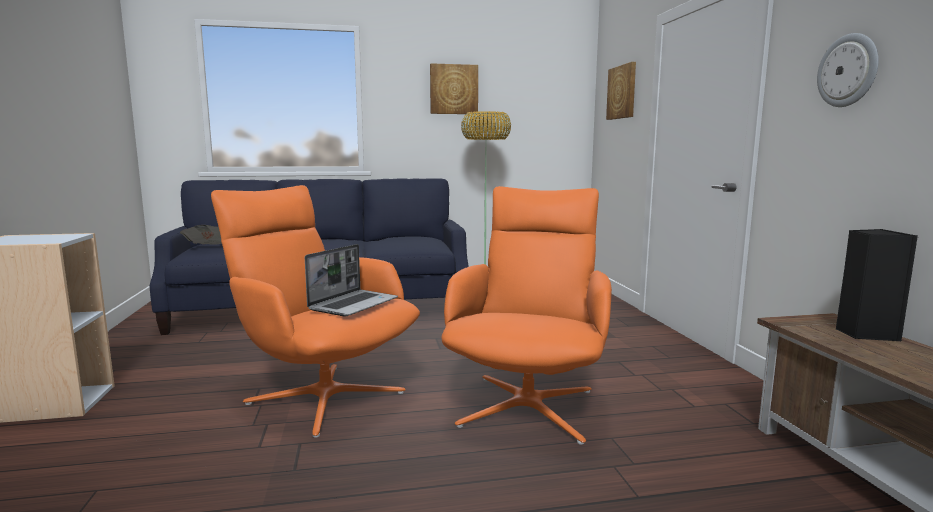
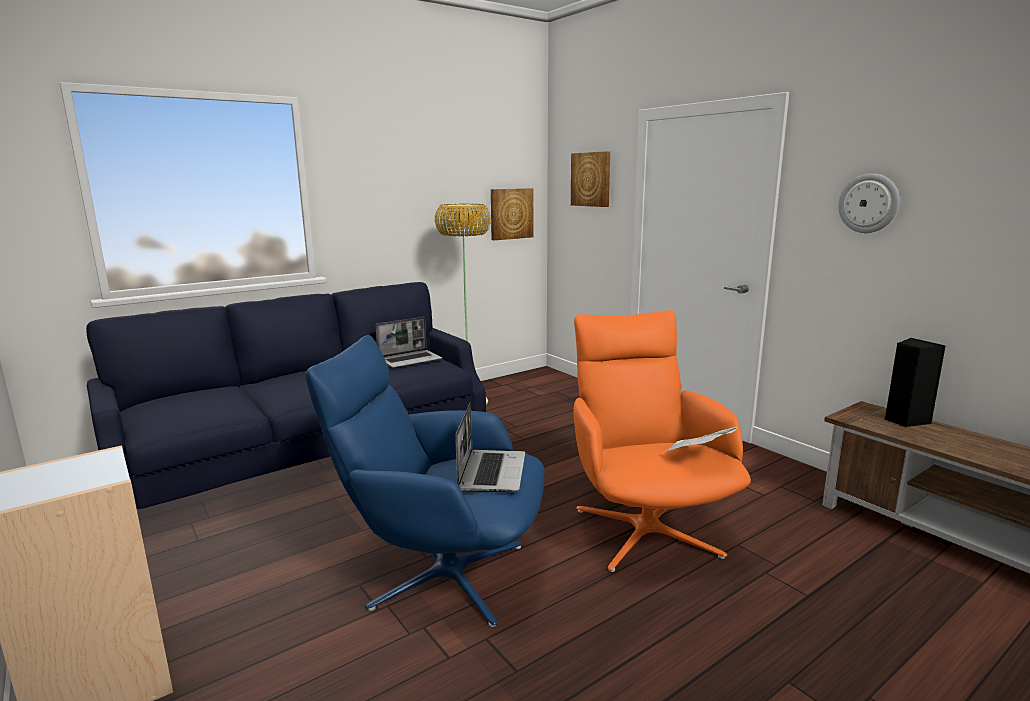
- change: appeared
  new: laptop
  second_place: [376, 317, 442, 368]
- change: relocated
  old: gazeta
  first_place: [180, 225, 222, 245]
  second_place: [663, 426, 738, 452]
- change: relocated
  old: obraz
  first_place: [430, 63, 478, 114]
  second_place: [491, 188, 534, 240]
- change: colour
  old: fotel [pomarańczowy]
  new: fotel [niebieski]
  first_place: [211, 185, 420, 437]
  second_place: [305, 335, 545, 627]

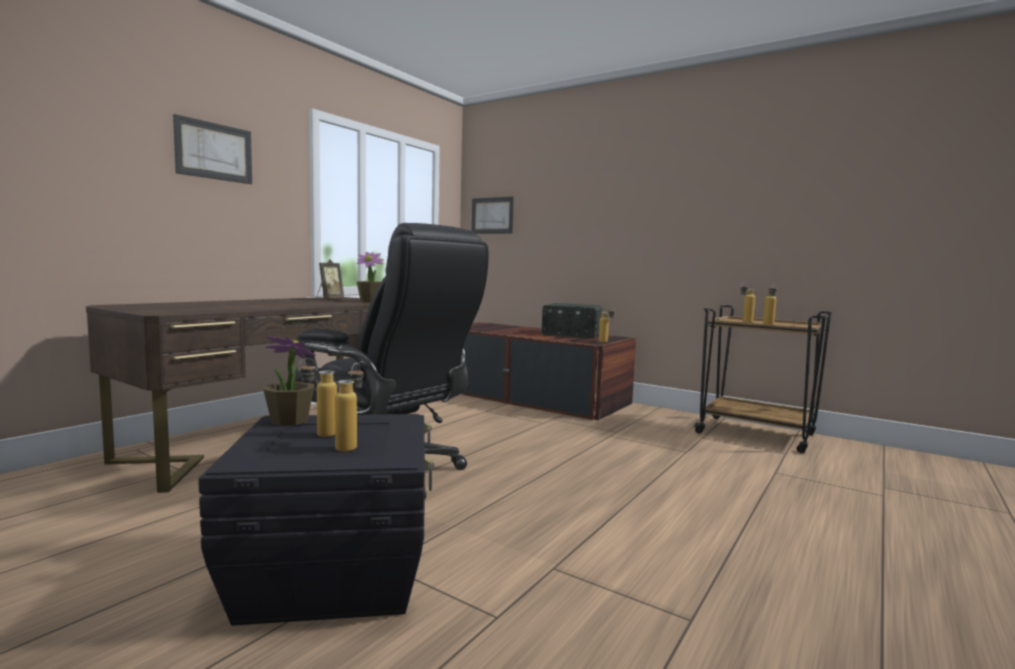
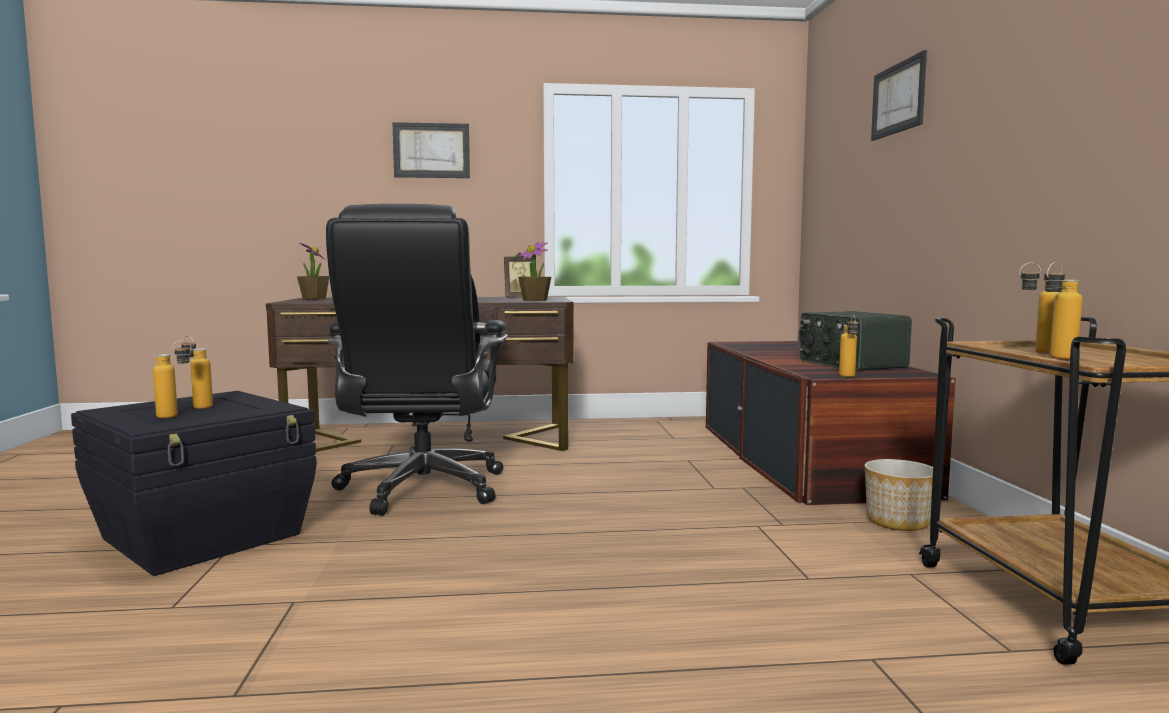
- change: appeared
  new: donica
  second_place: [865, 459, 933, 531]
- change: relocated
  old: roślina doniczkowa
  first_place: [263, 337, 315, 426]
  second_place: [297, 242, 329, 299]
- change: relocated
  old: obraz
  first_place: [472, 197, 514, 234]
  second_place: [871, 50, 927, 141]

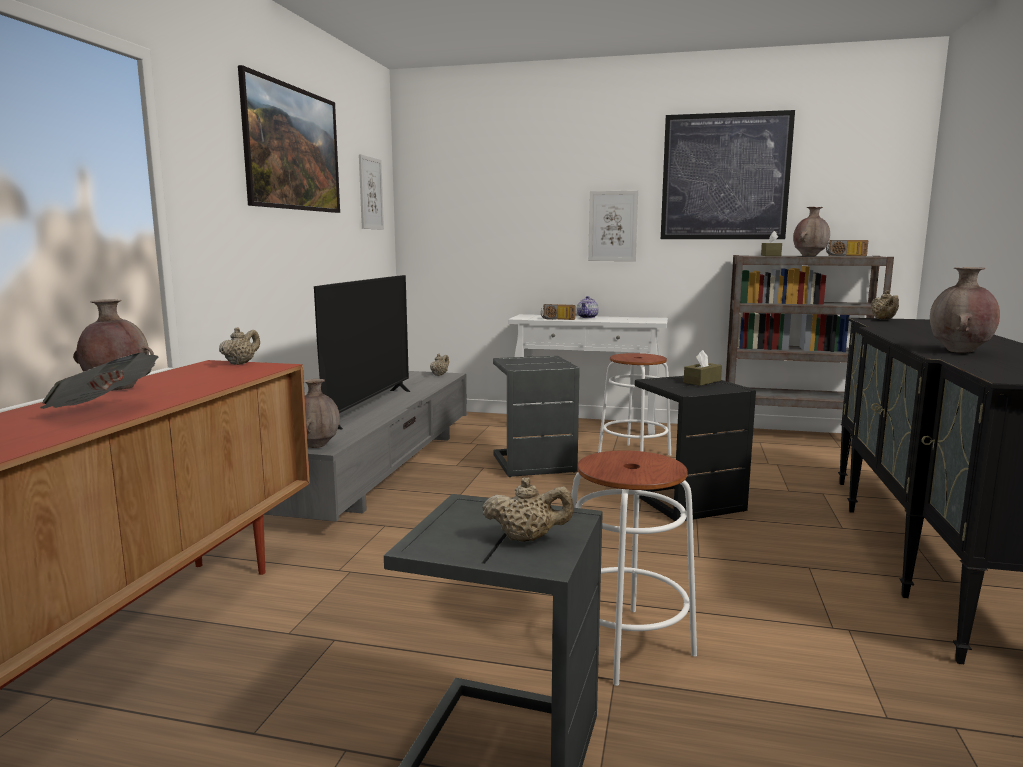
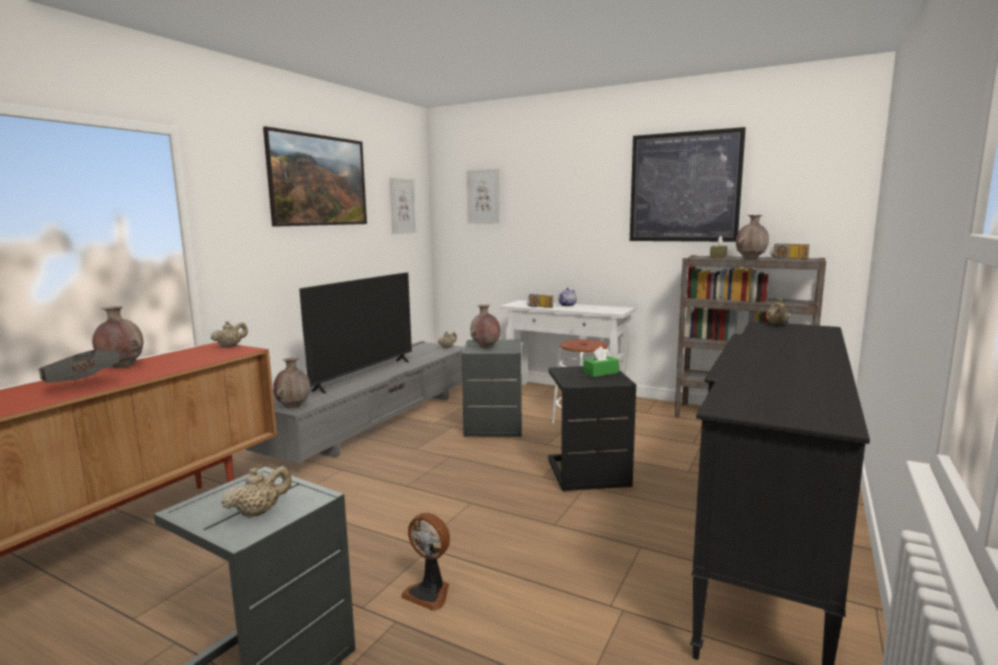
- change: relocated
  old: obraz
  first_place: [588, 190, 638, 261]
  second_place: [466, 168, 500, 224]
- change: relocated
  old: wazon [brązowy]
  first_place: [930, 267, 1000, 353]
  second_place: [470, 305, 500, 348]
- change: exchanged
  old: stołek [biały]
  new: wentylator
  first_place: [572, 450, 697, 686]
  second_place: [401, 513, 450, 611]
- change: colour
  old: pudełko chusteczek [brązowy]
  new: pudełko chusteczek [zielony]
  first_place: [684, 350, 722, 386]
  second_place: [583, 346, 619, 377]
- change: spun
  old: imbryk [beżowy]
  first_place: [482, 477, 574, 542]
  second_place: [221, 466, 292, 518]
  degrees: -60

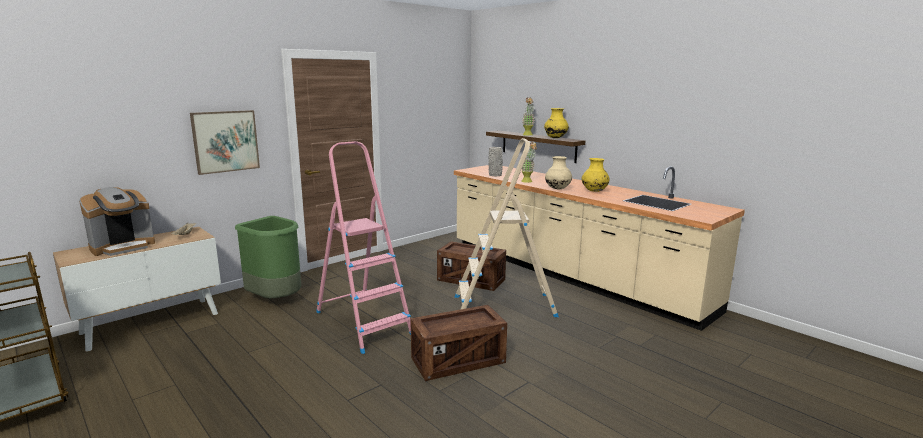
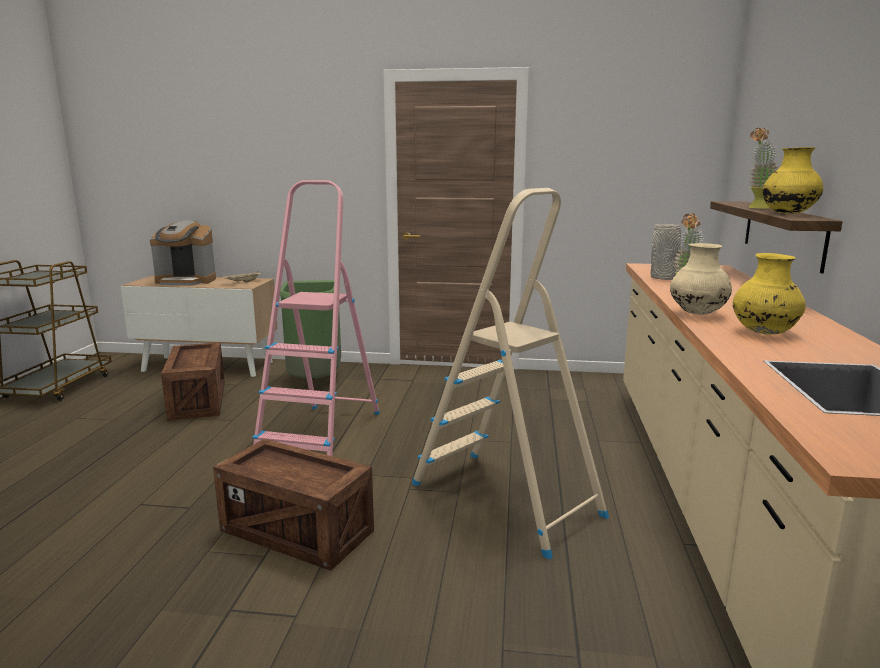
- change: missing
  old: obraz
  first_place: [190, 110, 260, 175]
- change: relocated
  old: skrzynka
  first_place: [437, 241, 506, 291]
  second_place: [161, 343, 224, 421]

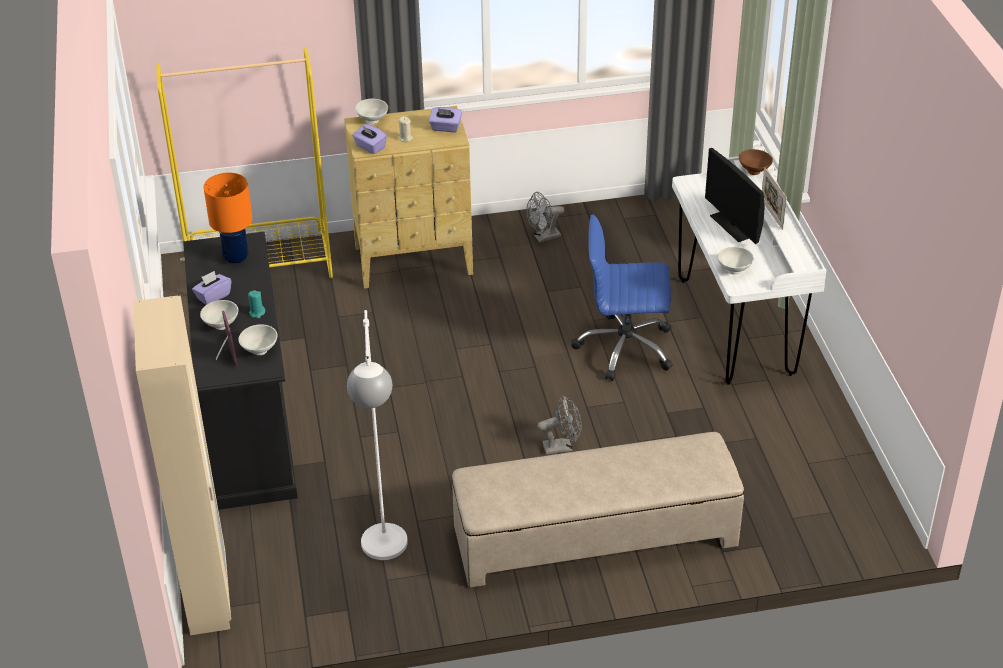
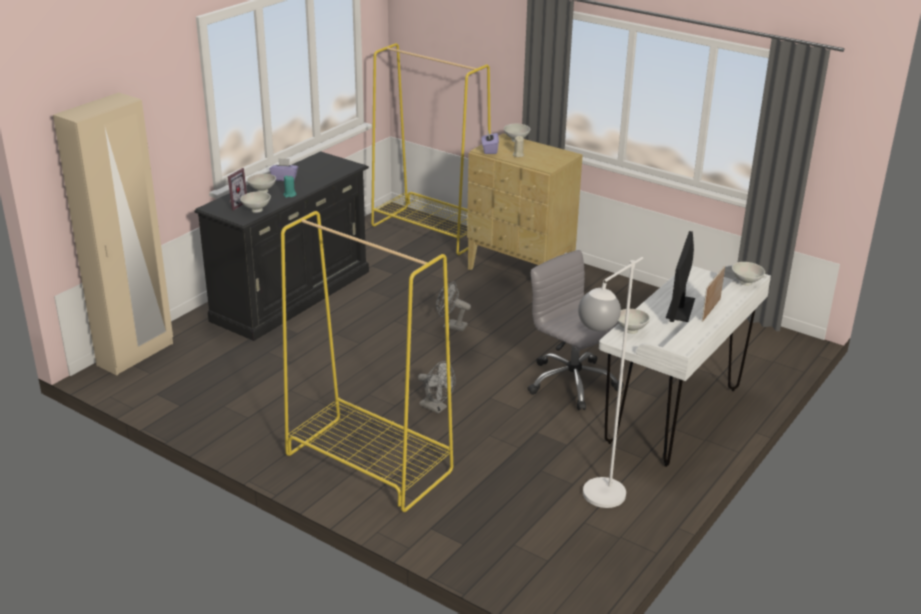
- change: missing
  old: lampa stołowa [pomarańczowy]
  first_place: [203, 173, 253, 263]
- change: missing
  old: pudełko chusteczek [fioletowy]
  first_place: [429, 107, 463, 132]
- change: relocated
  old: lampa stojąca [biały]
  first_place: [347, 310, 408, 560]
  second_place: [578, 257, 643, 508]
- change: relocated
  old: wentylator [szary]
  first_place: [527, 192, 564, 243]
  second_place: [436, 281, 471, 331]
- change: exchanged
  old: ławka [beżowy]
  new: wieszak [żółty]
  first_place: [452, 432, 744, 588]
  second_place: [281, 211, 453, 512]
- change: colour
  old: krzesło biurowe [niebieski]
  new: krzesło biurowe [szary]
  first_place: [571, 214, 673, 381]
  second_place: [527, 250, 624, 410]
- change: colour
  old: miska [brązowy]
  new: miska [biały]
  first_place: [739, 149, 773, 175]
  second_place: [732, 262, 765, 286]

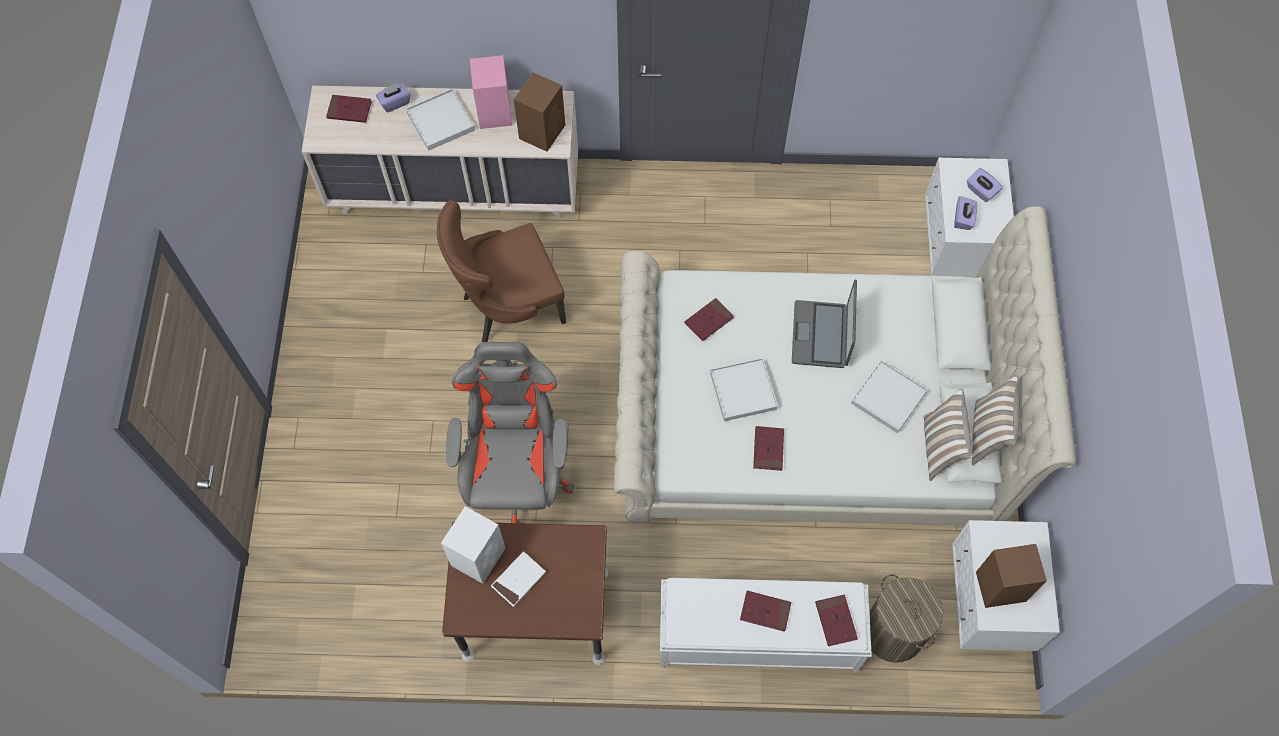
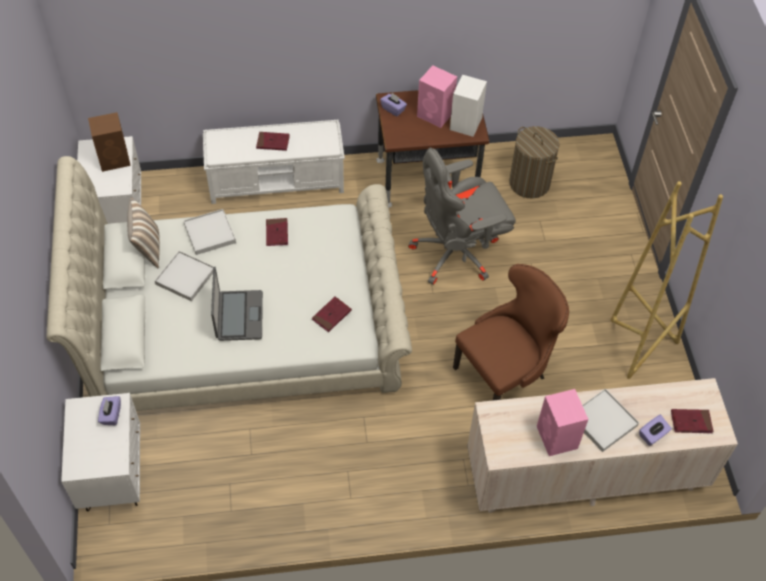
- change: missing
  old: głośnik [brązowy]
  first_place: [514, 72, 565, 152]
- change: missing
  old: książka [czerwony]
  first_place: [815, 595, 858, 646]
- change: missing
  old: poduszka
  first_place: [972, 376, 1020, 465]
- change: appeared
  new: wieszak [żółty]
  second_place: [610, 181, 723, 379]
- change: relocated
  old: taca [biały]
  first_place: [710, 358, 778, 421]
  second_place: [183, 209, 236, 255]
- change: relocated
  old: kosz na pranie
  first_place: [869, 574, 943, 663]
  second_place: [509, 126, 560, 198]
- change: relocated
  old: pudełko chusteczek [fioletowy]
  first_place: [967, 168, 1003, 202]
  second_place: [380, 93, 407, 116]
- change: exchanged
  old: książka [biały]
  new: głośnik [różowy]
  first_place: [491, 551, 546, 607]
  second_place: [417, 65, 457, 128]
- change: spun
  old: krzesło biurowe [szary]
  first_place: [446, 342, 575, 523]
  second_place: [408, 148, 516, 285]
  degrees: 75

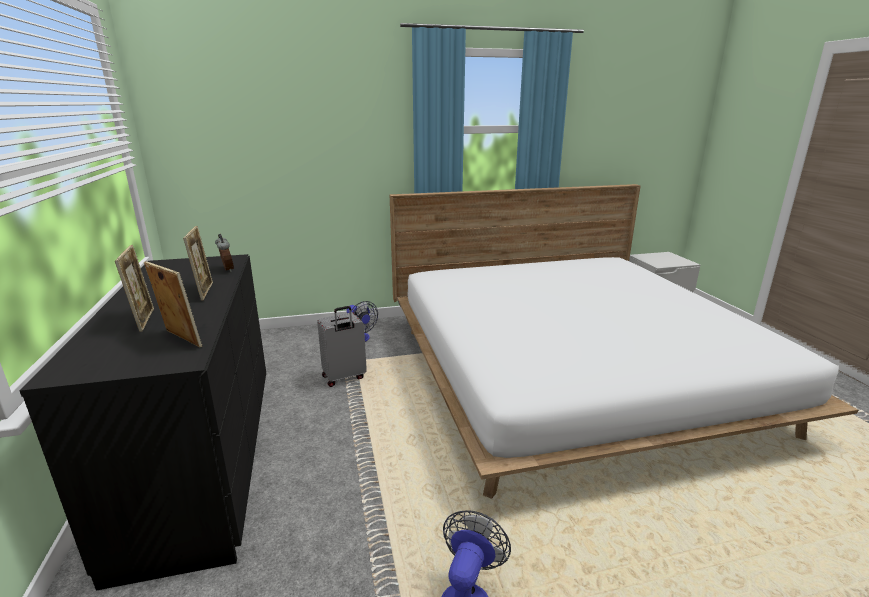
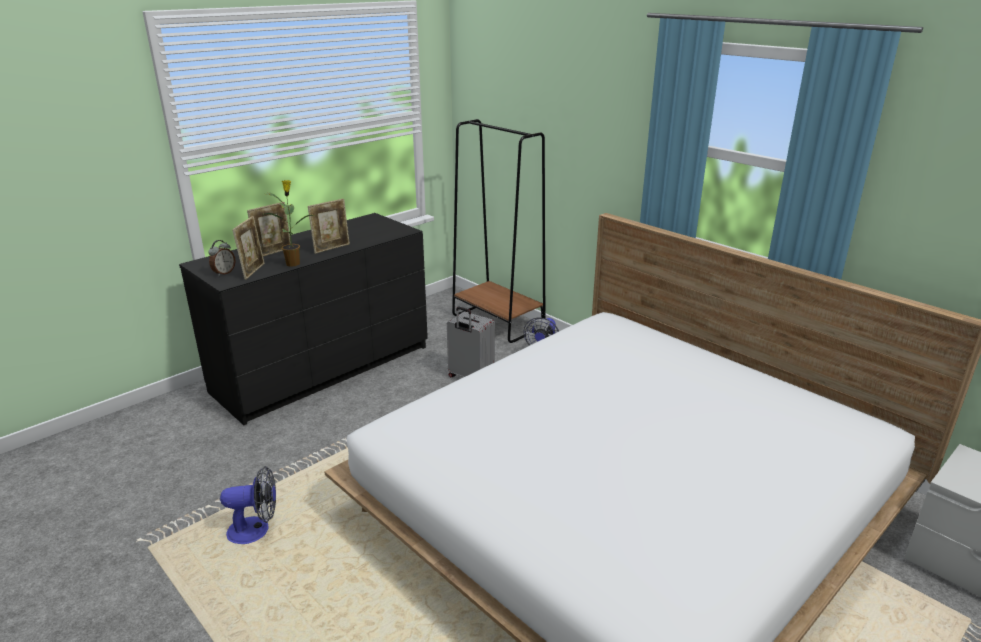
- change: appeared
  new: roślina doniczkowa
  second_place: [261, 180, 314, 267]
- change: appeared
  new: wieszak
  second_place: [452, 119, 545, 343]
- change: relocated
  old: budzik
  first_place: [215, 234, 234, 272]
  second_place: [208, 240, 236, 276]

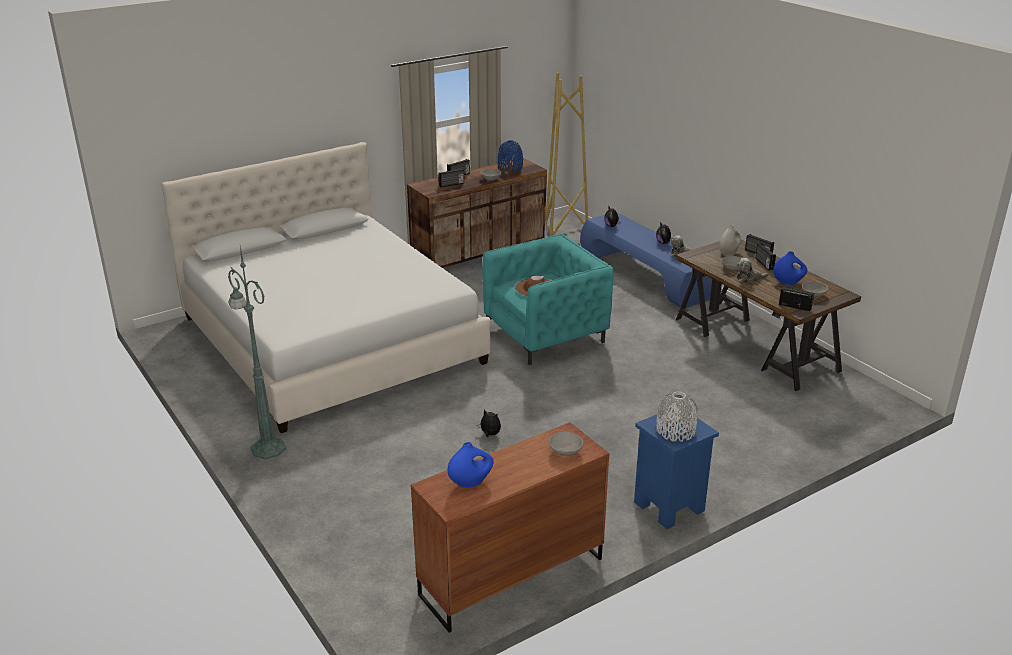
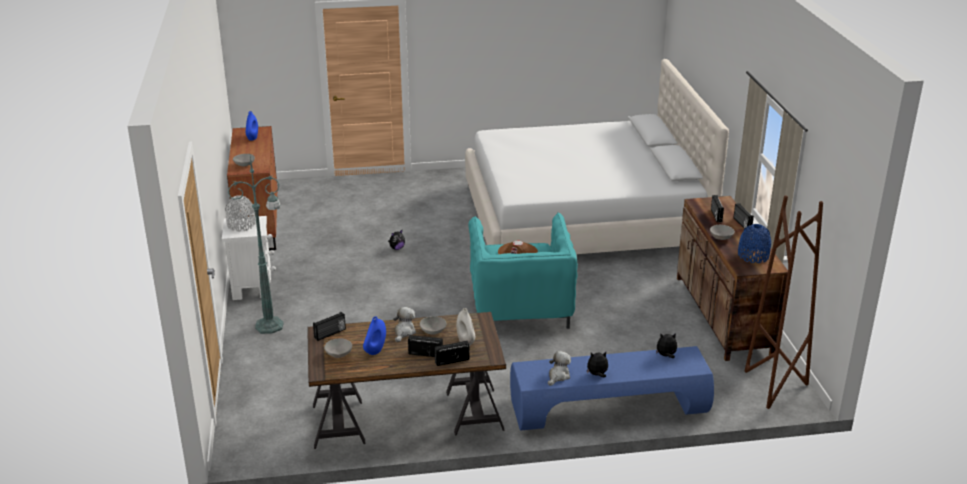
- change: relocated
  old: lampa stojąca [zielony]
  first_place: [228, 246, 286, 459]
  second_place: [228, 156, 284, 334]
- change: colour
  old: wieszak [żółty]
  new: wieszak [brązowy]
  first_place: [545, 72, 588, 236]
  second_place: [744, 195, 823, 409]
- change: colour
  old: szafka nocna [niebieski]
  new: szafka nocna [biały]
  first_place: [634, 415, 719, 529]
  second_place: [222, 216, 276, 300]

